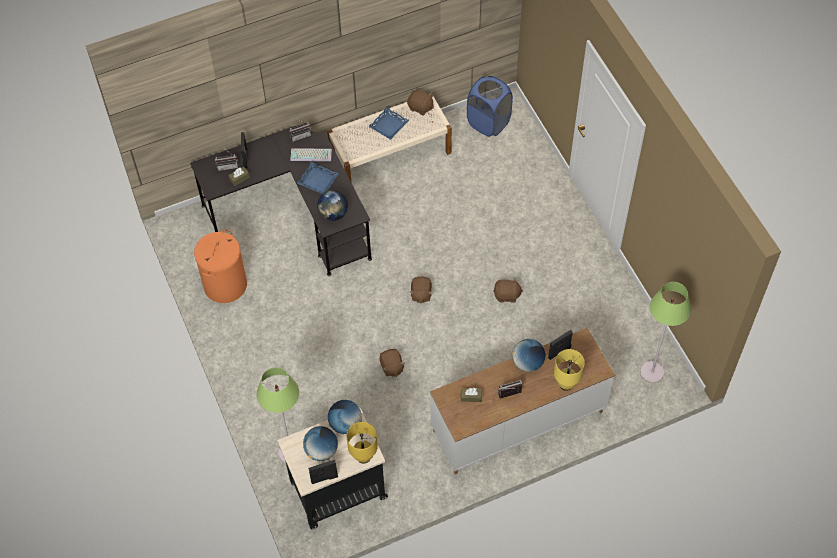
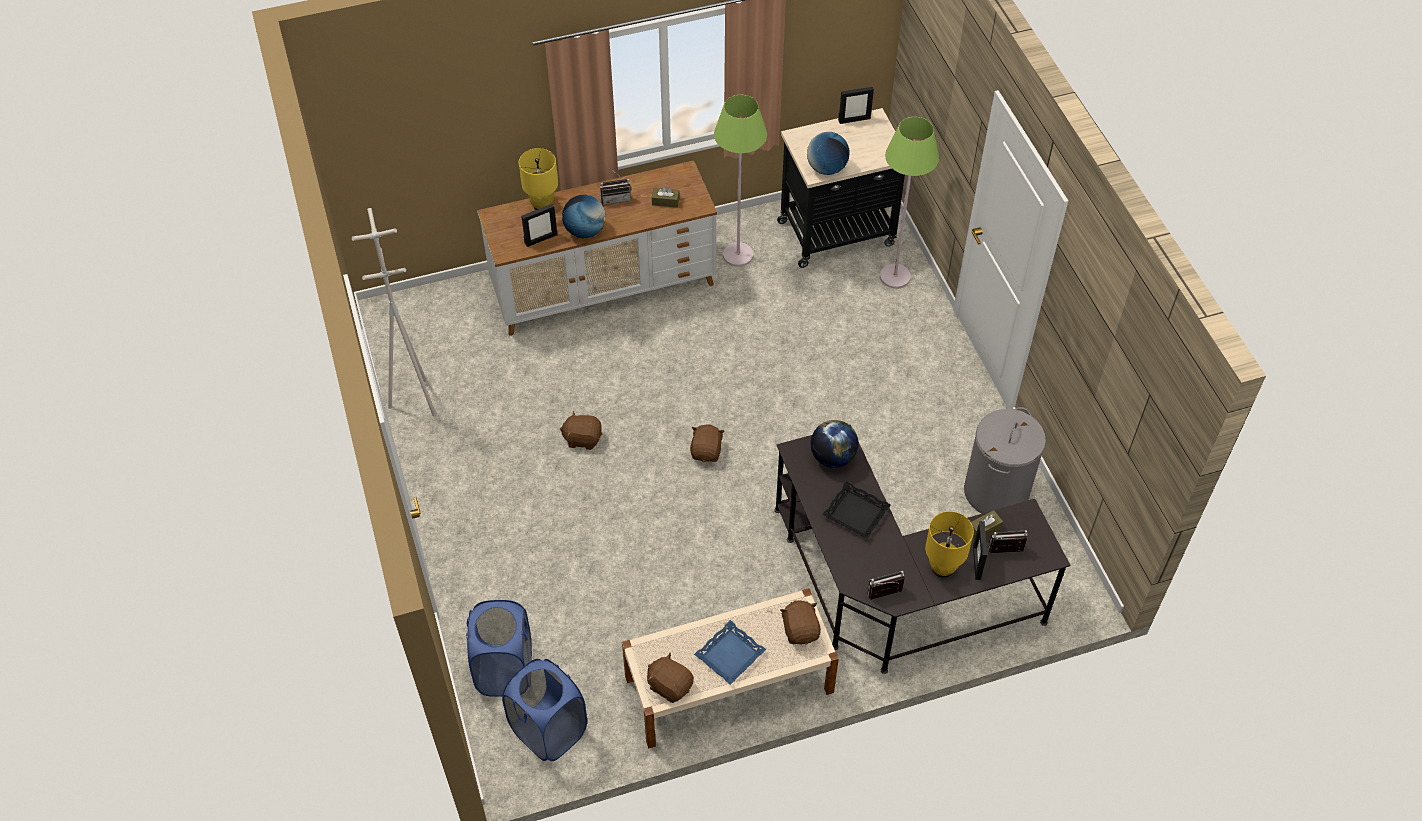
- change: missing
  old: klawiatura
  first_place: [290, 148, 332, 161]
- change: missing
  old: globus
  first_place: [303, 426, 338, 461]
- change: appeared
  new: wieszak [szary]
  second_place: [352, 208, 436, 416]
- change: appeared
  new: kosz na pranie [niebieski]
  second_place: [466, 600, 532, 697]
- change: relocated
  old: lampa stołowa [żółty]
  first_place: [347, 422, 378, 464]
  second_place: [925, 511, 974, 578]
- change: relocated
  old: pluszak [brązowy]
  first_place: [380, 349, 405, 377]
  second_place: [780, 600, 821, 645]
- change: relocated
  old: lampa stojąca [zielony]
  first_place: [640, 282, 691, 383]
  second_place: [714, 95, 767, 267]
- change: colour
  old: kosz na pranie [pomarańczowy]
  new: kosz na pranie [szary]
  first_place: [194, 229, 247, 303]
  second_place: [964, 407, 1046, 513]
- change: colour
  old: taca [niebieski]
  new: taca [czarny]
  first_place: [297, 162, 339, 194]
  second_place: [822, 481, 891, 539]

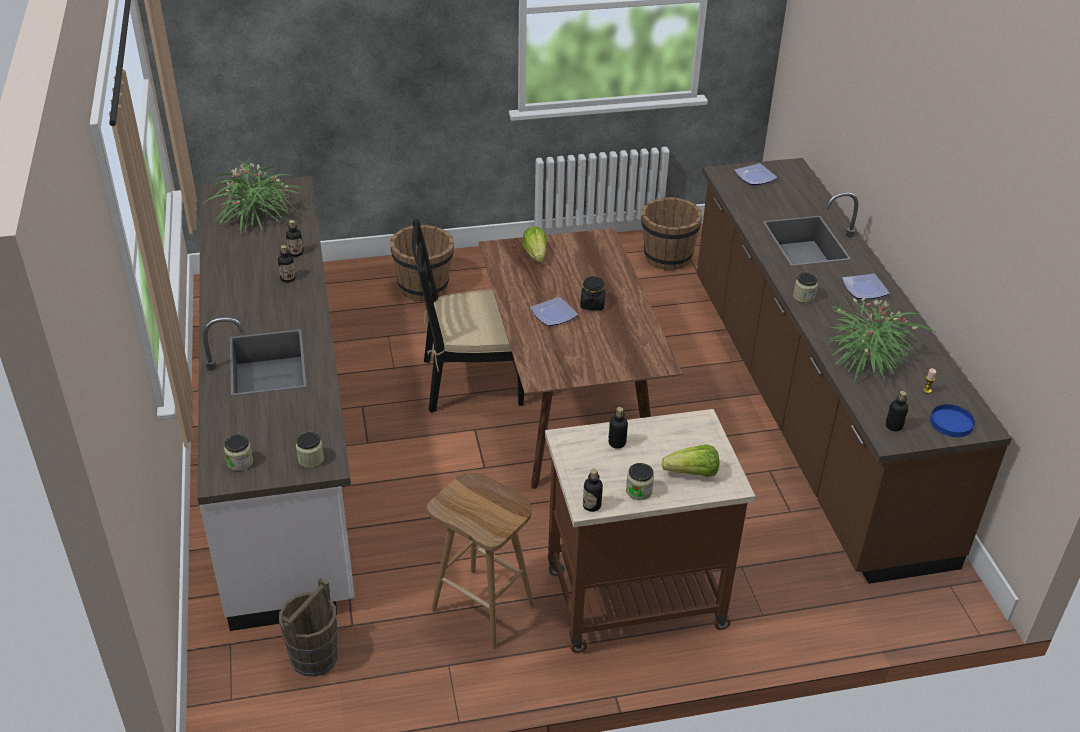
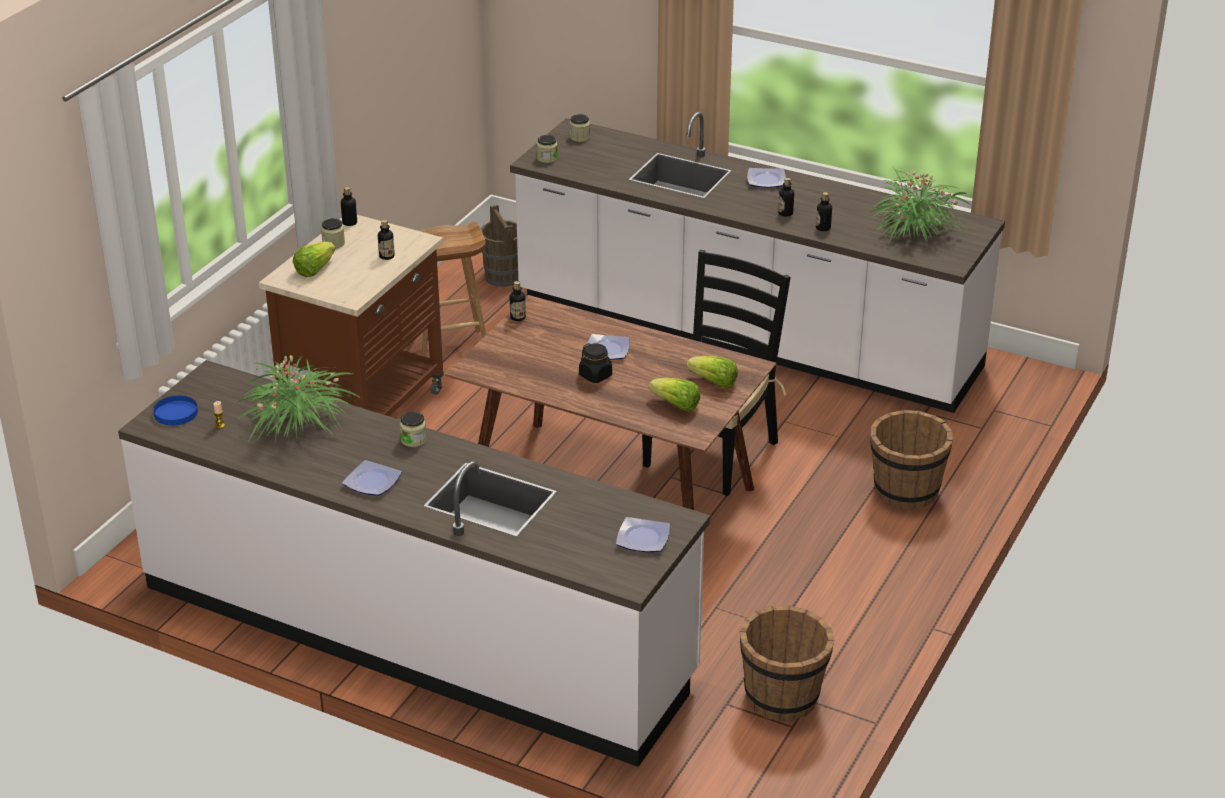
- change: appeared
  new: sałata
  second_place: [649, 378, 700, 411]
- change: appeared
  new: talerz
  second_place: [747, 168, 786, 188]
- change: relocated
  old: butelka
  first_place: [886, 391, 908, 431]
  second_place: [510, 281, 526, 321]
- change: colour
  old: zabudowa kuchenna [brązowy]
  new: zabudowa kuchenna [biały]
  first_place: [697, 158, 1012, 584]
  second_place: [118, 360, 710, 767]

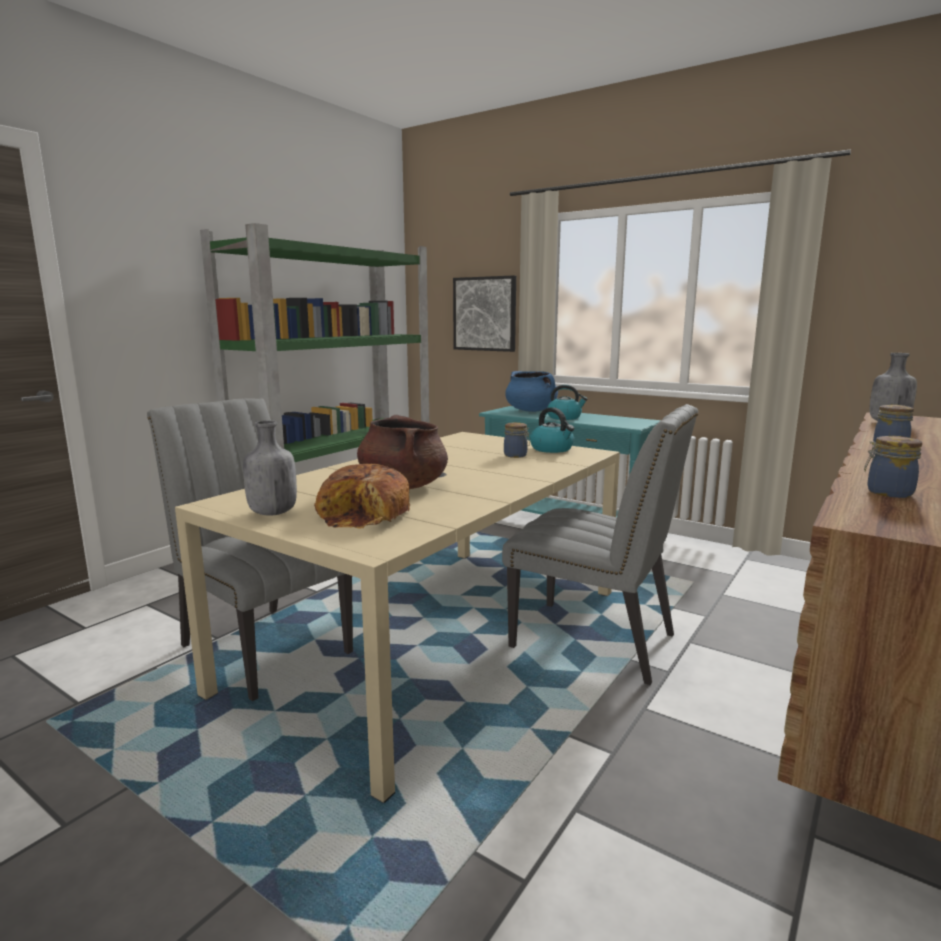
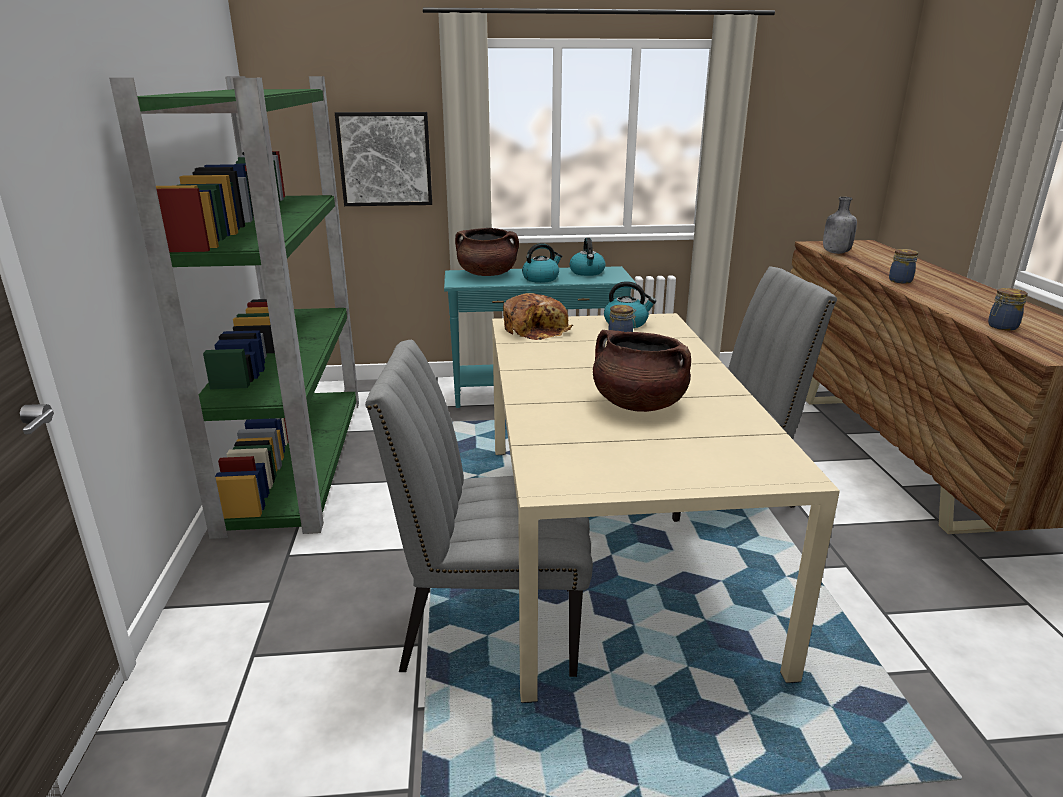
- change: missing
  old: butelka [szary]
  first_place: [243, 420, 297, 516]
- change: appeared
  new: czajnik
  second_place: [570, 238, 606, 276]
- change: relocated
  old: chleb
  first_place: [314, 464, 410, 528]
  second_place: [503, 293, 573, 340]
- change: colour
  old: garnek [niebieski]
  new: garnek [brązowy]
  first_place: [505, 371, 558, 412]
  second_place: [455, 228, 519, 276]

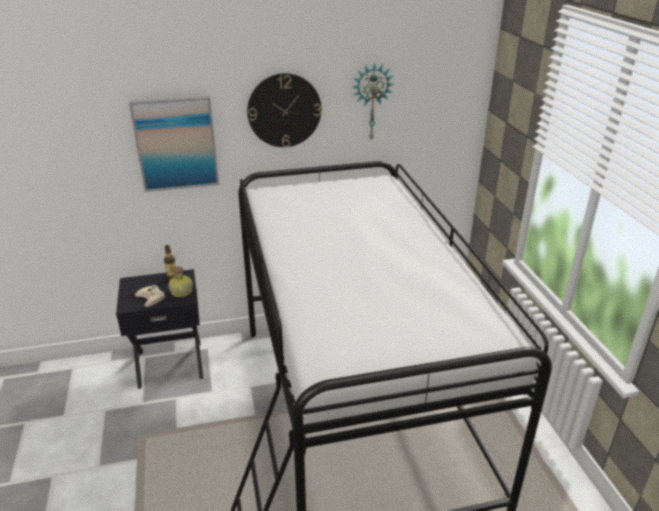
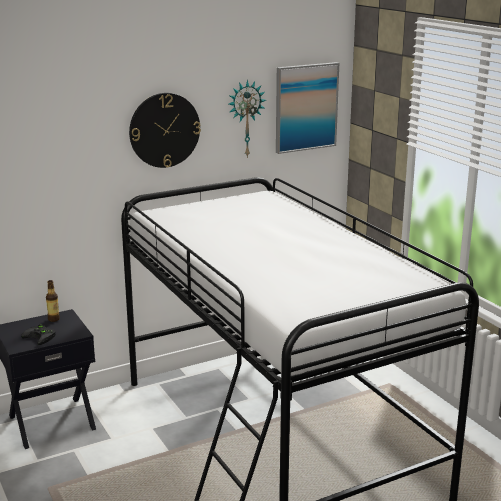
- change: missing
  old: butelka
  first_place: [168, 266, 193, 297]
- change: relocated
  old: obraz
  first_place: [129, 96, 219, 192]
  second_place: [276, 62, 339, 154]
- change: colour
  old: pad do gier [beżowy]
  new: pad do gier [czarny]
  first_place: [135, 285, 165, 307]
  second_place: [21, 324, 56, 345]

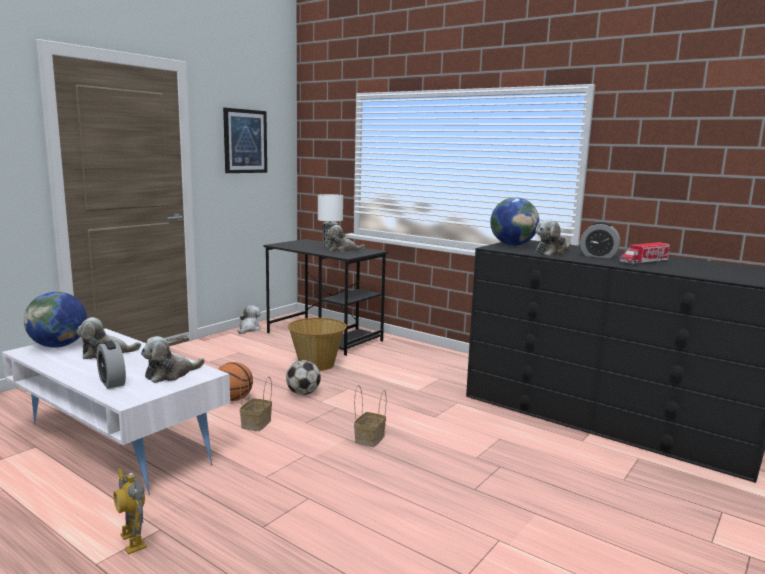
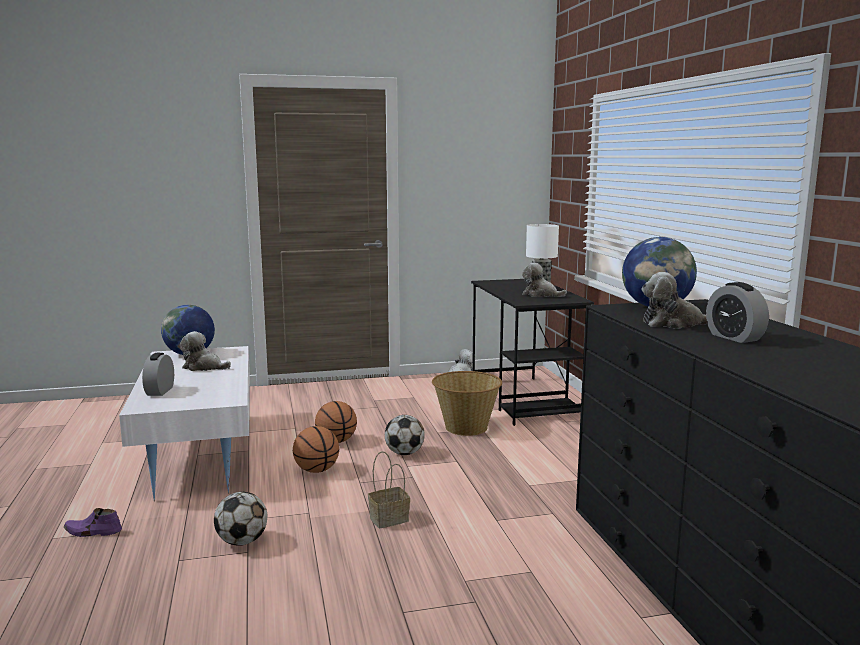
- change: missing
  old: pluszak
  first_place: [141, 336, 205, 383]
- change: missing
  old: obraz
  first_place: [223, 108, 267, 173]
- change: missing
  old: ciężarówka zabawkowa
  first_place: [619, 242, 670, 265]
- change: appeared
  new: piłka futbolowa
  second_place: [214, 492, 267, 546]
- change: exchanged
  old: robot zabawkowy
  new: but [fioletowy]
  first_place: [114, 468, 147, 555]
  second_place: [64, 508, 122, 537]
- change: exchanged
  old: koszyk
  new: piłka do koszykówki
  first_place: [240, 373, 272, 431]
  second_place: [293, 426, 339, 473]

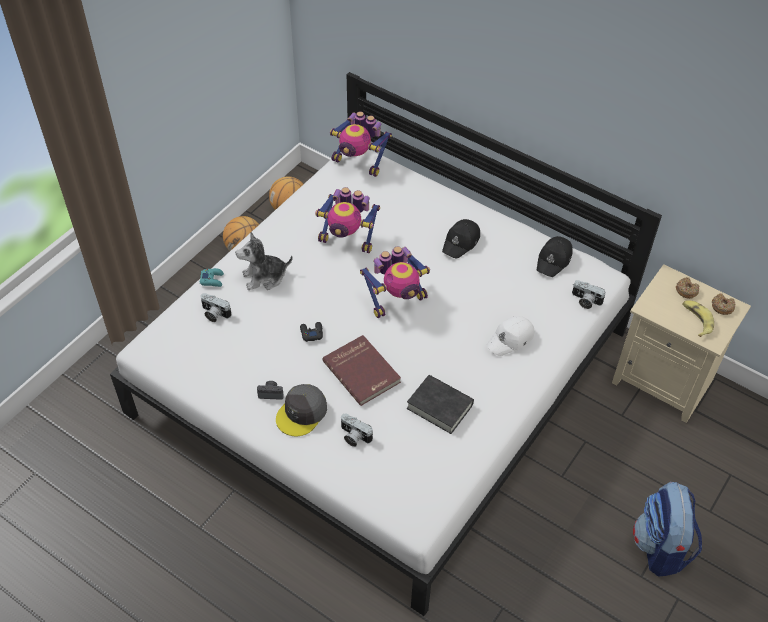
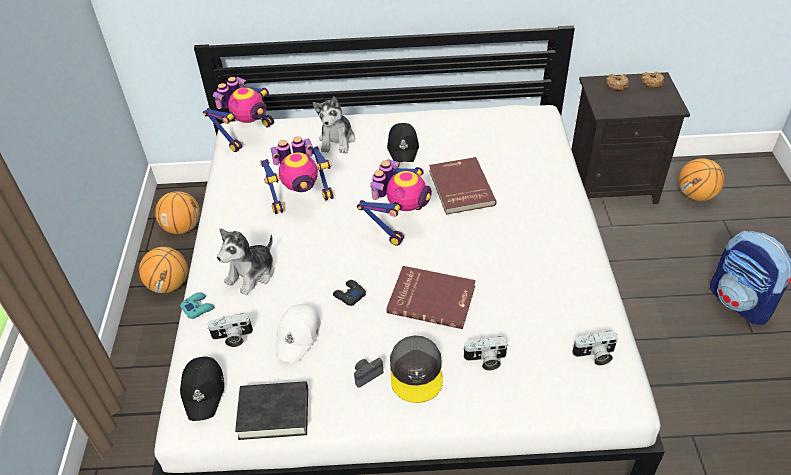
- change: missing
  old: banan
  first_place: [682, 300, 714, 337]
- change: appeared
  new: pluszak
  second_place: [313, 96, 355, 153]
- change: appeared
  new: książka [czerwony]
  second_place: [429, 157, 497, 215]
- change: appeared
  new: piłka do koszykówki
  second_place: [678, 158, 724, 201]
- change: relocated
  old: książka [czarny]
  first_place: [407, 375, 474, 434]
  second_place: [235, 381, 308, 440]
- change: relocated
  old: czapka z daszkiem [biały]
  first_place: [487, 316, 534, 356]
  second_place: [276, 304, 321, 362]
- change: relocated
  old: czapka z daszkiem [czarny]
  first_place: [537, 236, 573, 277]
  second_place: [180, 357, 224, 421]
- change: relocated
  old: aparat fotograficzny
  first_place: [572, 280, 606, 309]
  second_place: [572, 331, 618, 366]
- change: colour
  old: szafka nocna [beżowy]
  new: szafka nocna [czarny]
  first_place: [612, 264, 751, 423]
  second_place: [571, 72, 690, 204]
- change: spun
  old: robot zabawkowy
  first_place: [330, 112, 392, 177]
  second_place: [203, 77, 274, 152]
  degrees: -45

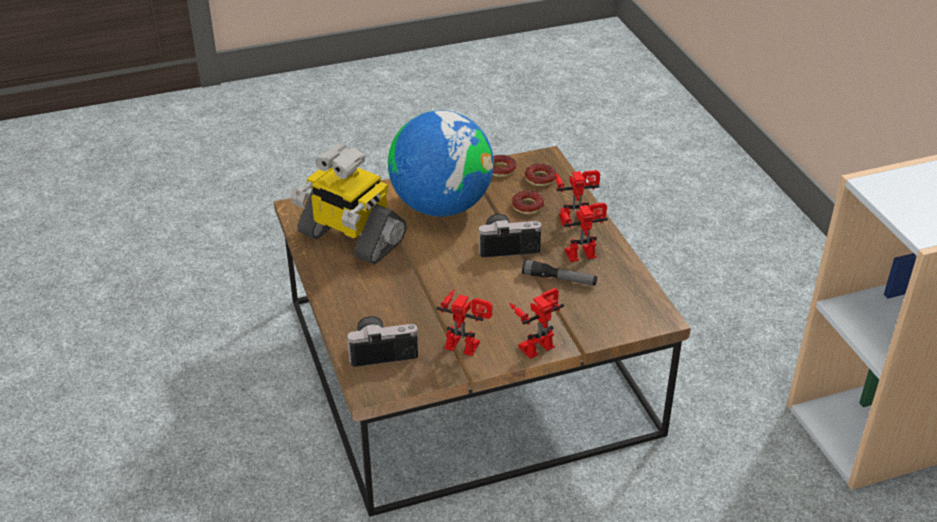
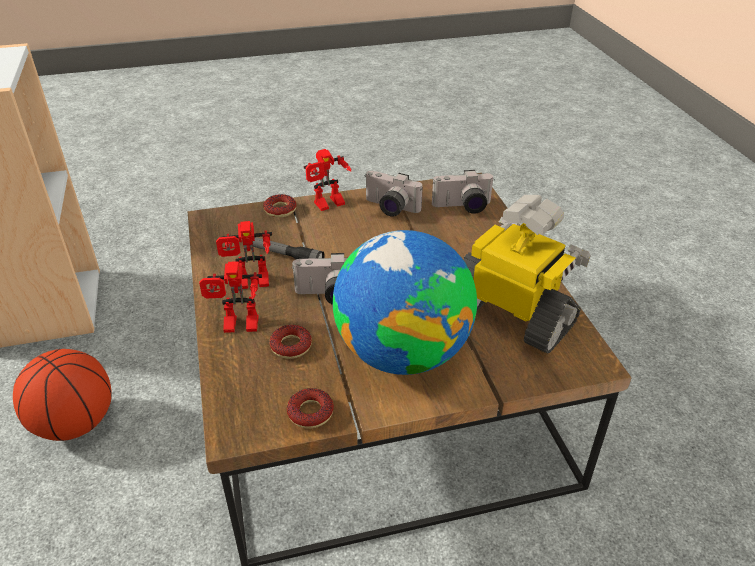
- change: appeared
  new: piłka do koszykówki
  second_place: [13, 349, 112, 441]
- change: relocated
  old: donut
  first_place: [525, 164, 556, 186]
  second_place: [263, 194, 297, 218]
- change: exchanged
  old: robot zabawkowy
  new: aparat fotograficzny
  first_place: [436, 289, 492, 356]
  second_place: [364, 171, 423, 217]

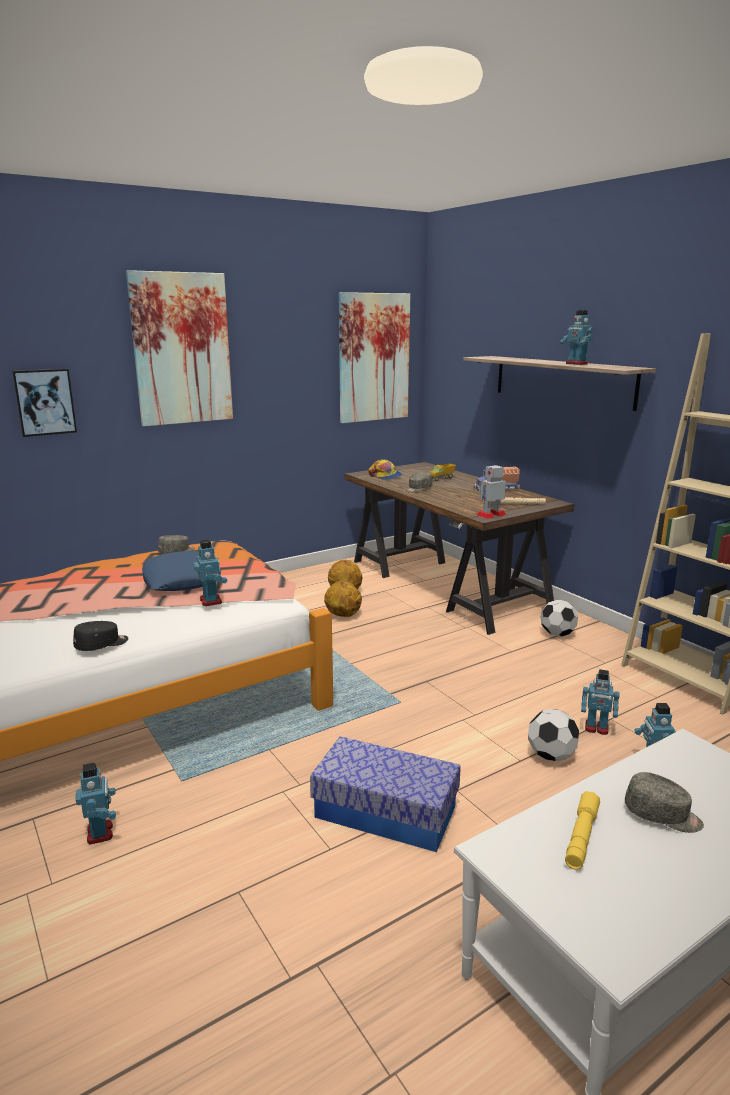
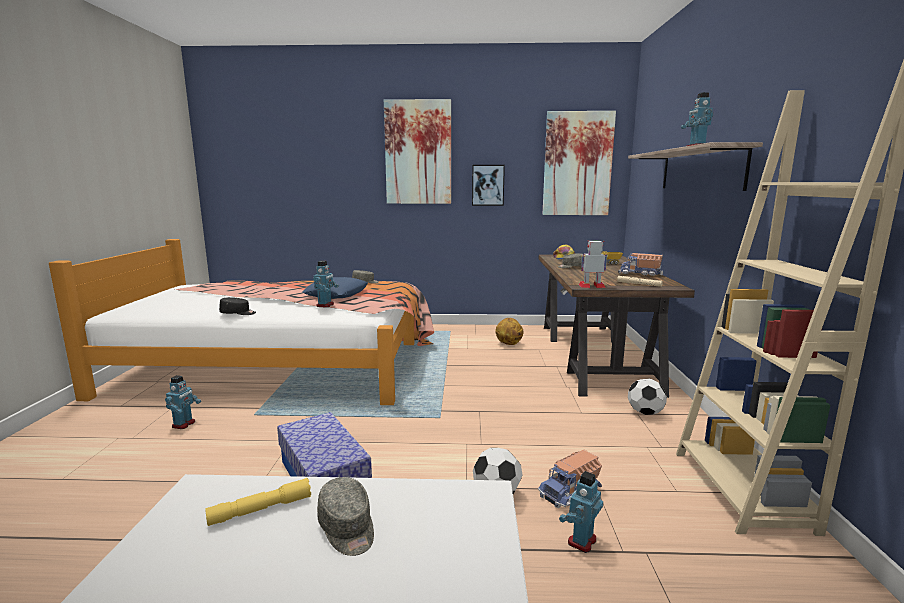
- change: missing
  old: piłka do koszykówki
  first_place: [324, 580, 362, 617]
- change: relocated
  old: obraz
  first_place: [12, 369, 77, 437]
  second_place: [472, 165, 505, 206]
- change: exchanged
  old: robot zabawkowy
  new: ciężarówka zabawkowa
  first_place: [581, 669, 620, 735]
  second_place: [538, 450, 602, 508]

